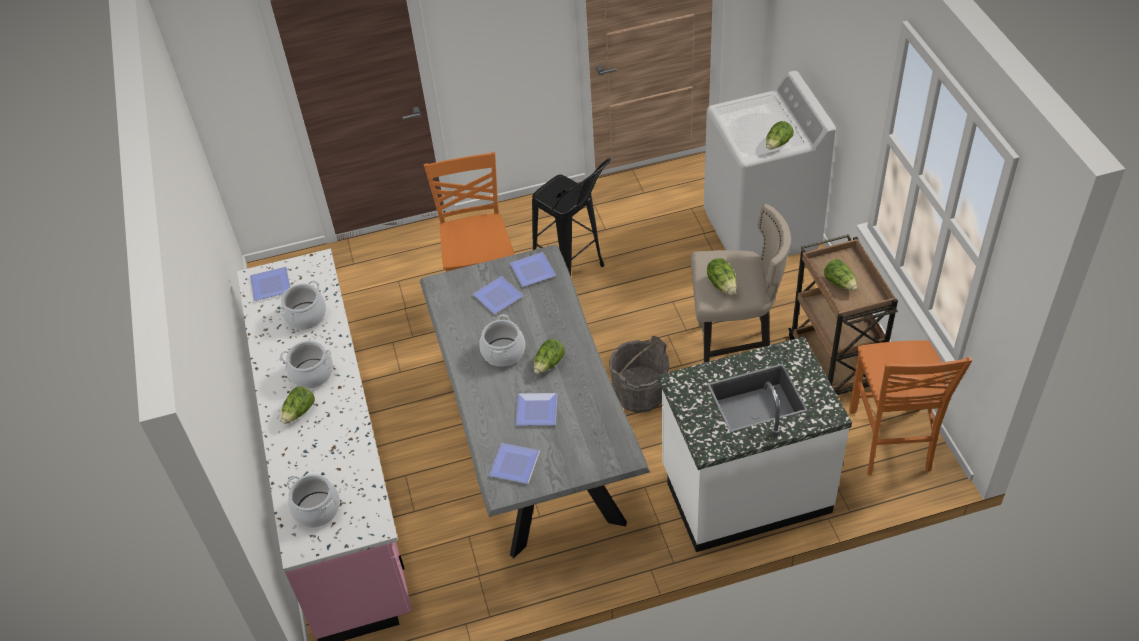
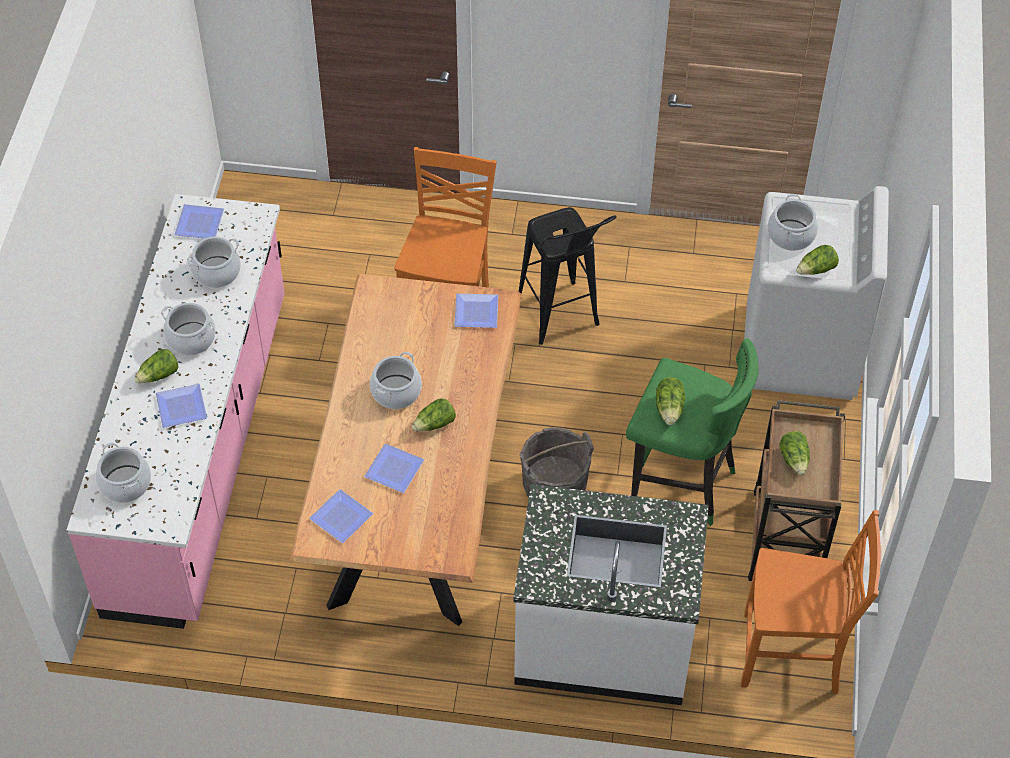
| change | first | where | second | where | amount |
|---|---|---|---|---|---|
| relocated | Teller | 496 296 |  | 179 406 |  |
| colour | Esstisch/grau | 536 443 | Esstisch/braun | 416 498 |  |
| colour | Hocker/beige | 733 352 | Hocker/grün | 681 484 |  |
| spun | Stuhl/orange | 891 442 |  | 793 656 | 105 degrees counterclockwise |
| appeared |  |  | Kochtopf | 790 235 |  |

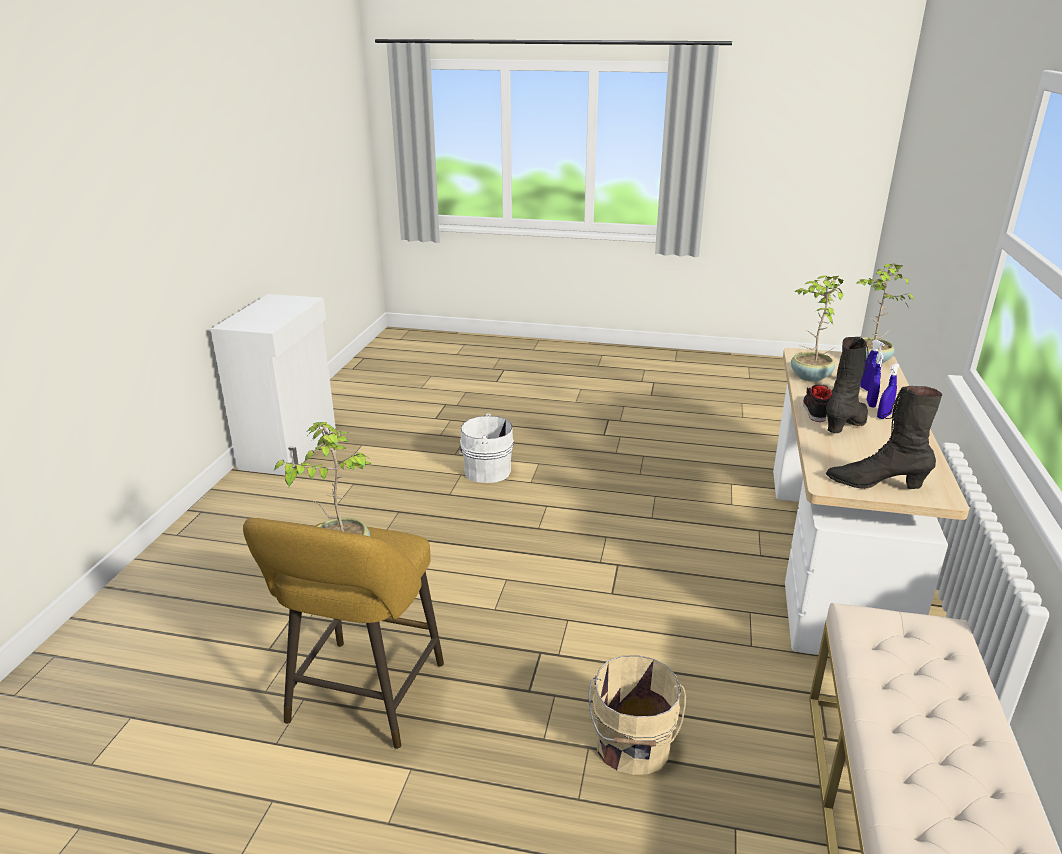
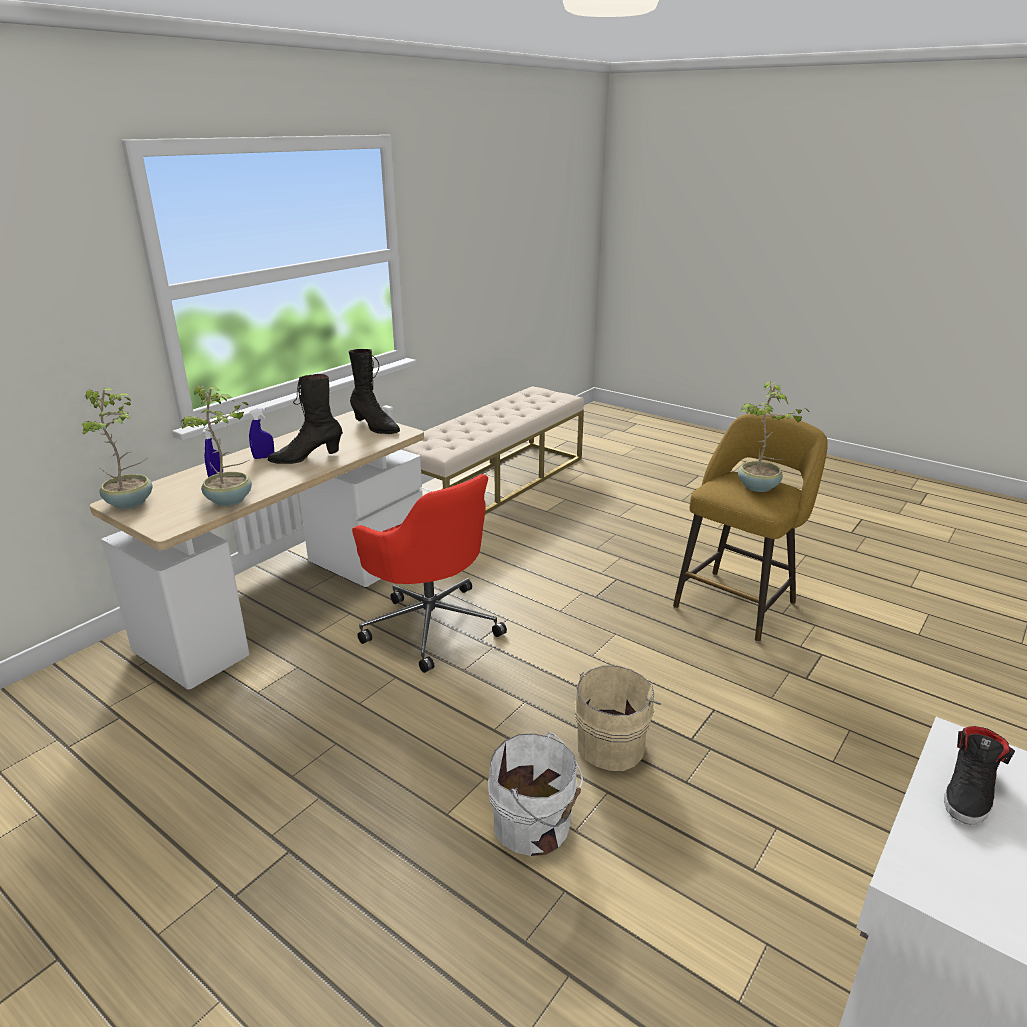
| change | first | where | second | where | amount |
|---|---|---|---|---|---|
| appeared |  |  | Bürostuhl/rot | 431 624 |  |
| relocated | Eimer/beige | 632 747 |  | 612 743 |  |
| relocated | Schuh/schwarz | 814 410 |  | 970 790 |  |
| missing | Sprühflasche/blau | 870 404 |  |  |  |

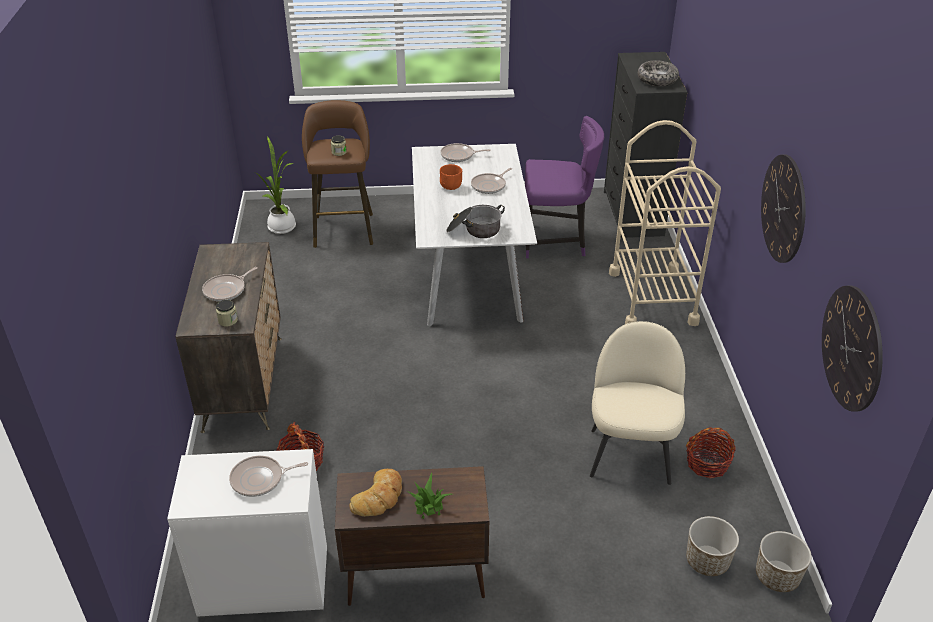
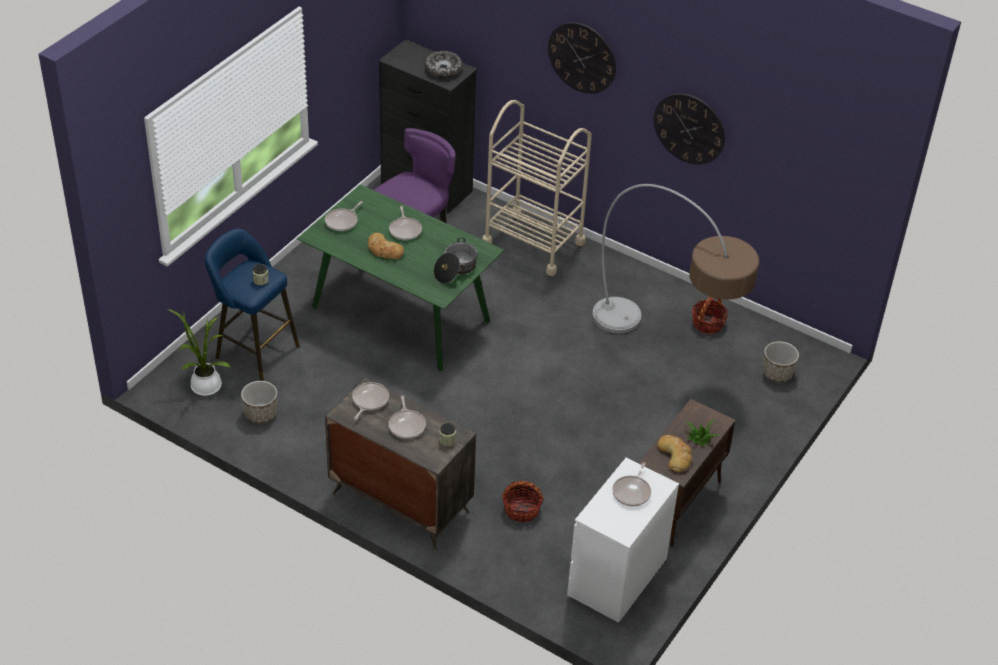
| change | first | where | second | where | amount |
|---|---|---|---|---|---|
| colour | Hocker/braun | 343 228 | Hocker/blau | 253 350 |  |
| relocated | Pflanzkübel | 777 576 |  | 261 414 |  |
| colour | Esstisch/weiß | 470 273 | Esstisch/grün | 402 313 |  |
| appeared |  |  | Pfanne | 369 400 |  |
| exchanged | Schüssel/orange | 451 187 | Brot | 384 250 |  |
| relocated | Wanduhr | 852 348 |  | 582 57 |  |
| exchanged | Stuhl/beige | 630 454 | Stehlampe | 668 350 |  |

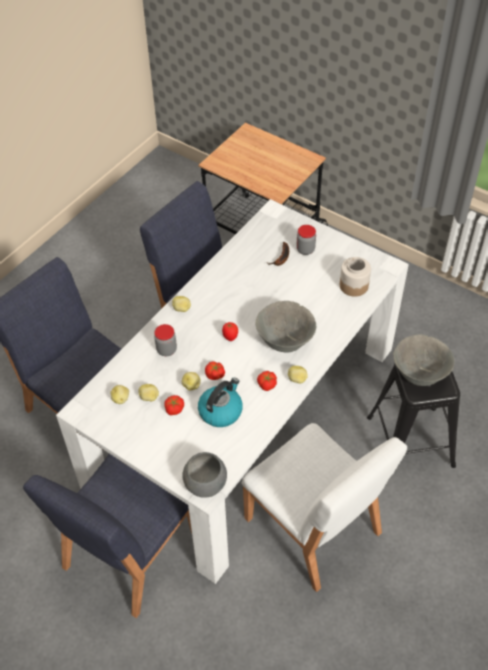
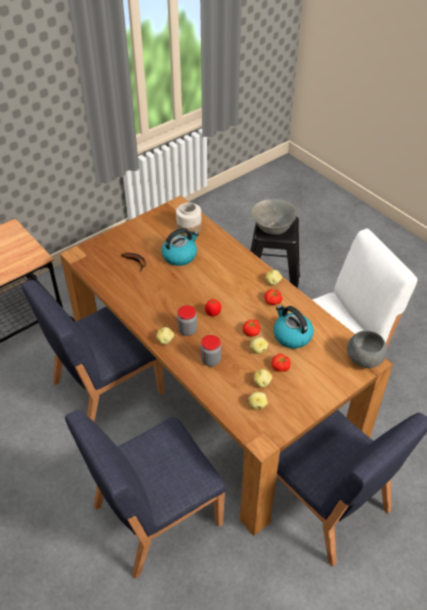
| change | first | where | second | where | amount |
|---|---|---|---|---|---|
| colour | Esstisch/weiß | 245 417 | Esstisch/braun | 213 386 |  |
| appeared |  |  | Wasserkessel | 180 255 |  |
| relocated | Vorratsglas | 305 250 |  | 187 330 |  |
| missing | Schüssel/grau | 285 341 |  |  |  |

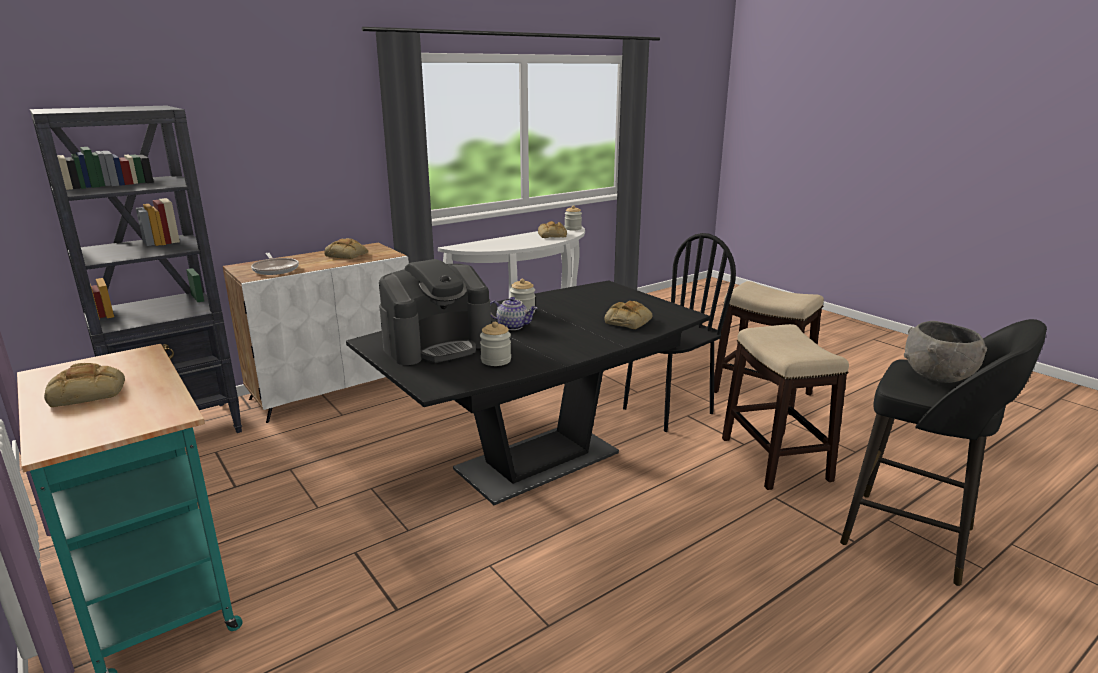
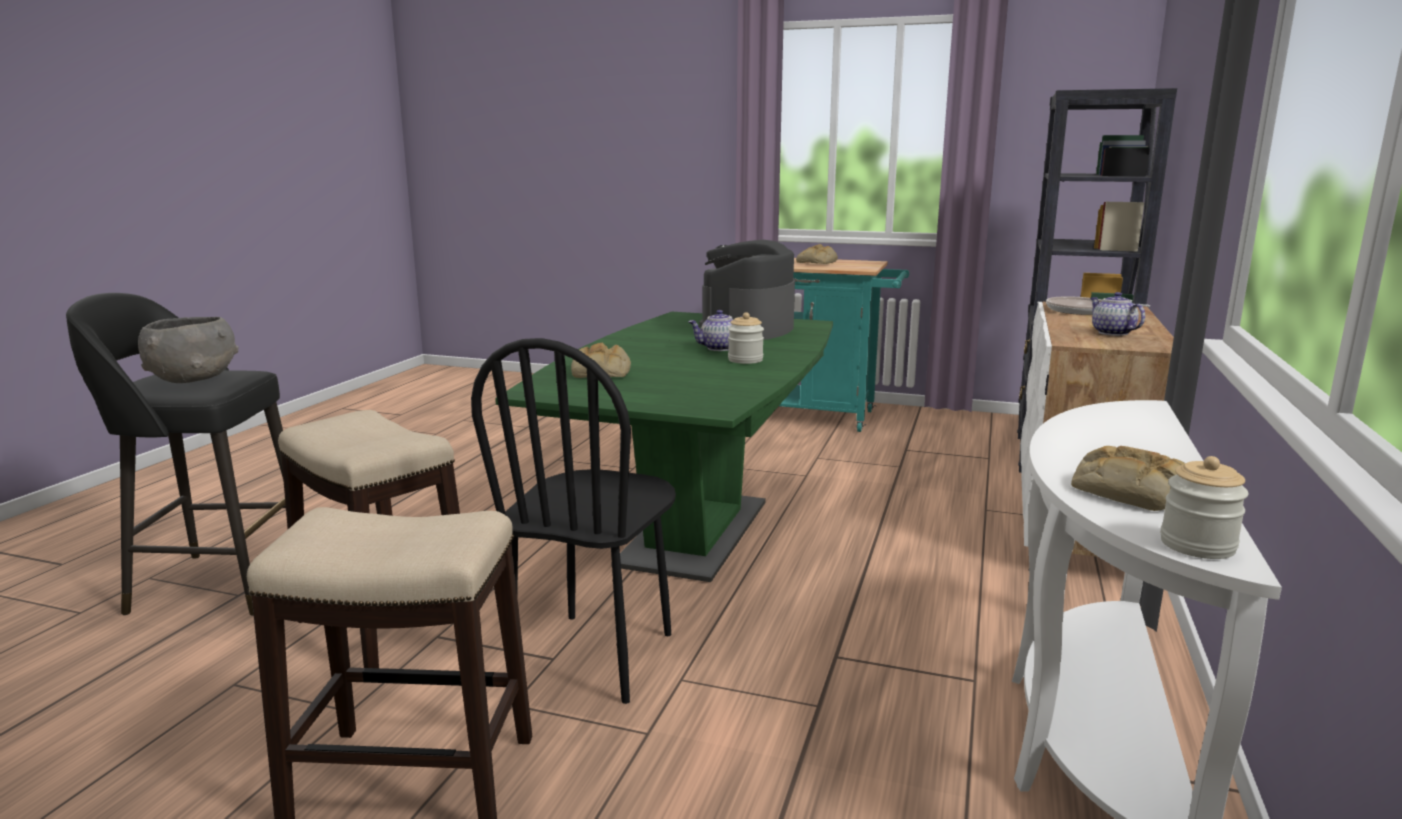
| change | first | where | second | where | amount |
|---|---|---|---|---|---|
| colour | Esstisch/schwarz | 537 461 | Esstisch/grün | 694 533 |  |
| exchanged | Brot | 347 255 | Teekanne | 1111 333 |  |
| missing | Vorratsglas | 496 360 |  |  |  |

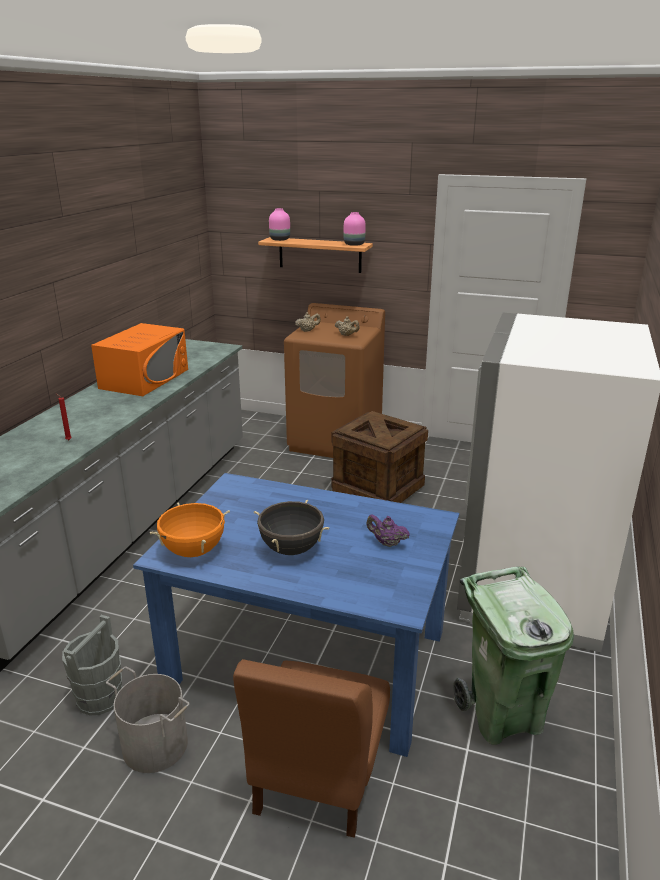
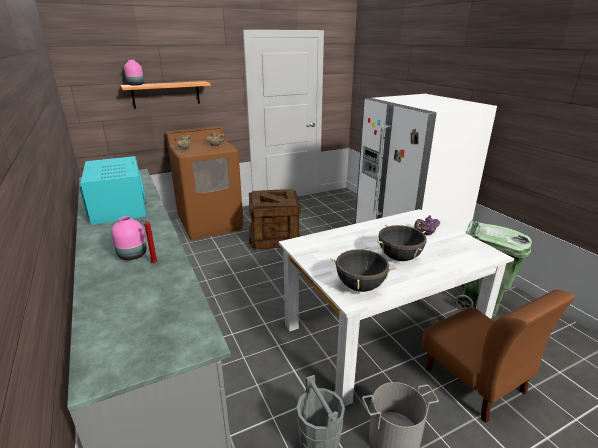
| change | first | where | second | where | amount |
|---|---|---|---|---|---|
| colour | Mikrowelle/orange | 145 378 | Mikrowelle/türkis | 119 206 |  |
| relocated | Vase/rosa | 354 244 |  | 133 255 |  |
| colour | Esstisch/blau | 306 658 | Esstisch/weiß | 381 335 |  |
| colour | Kochtopf/orange | 194 551 | Kochtopf/schwarz | 360 286 |  |

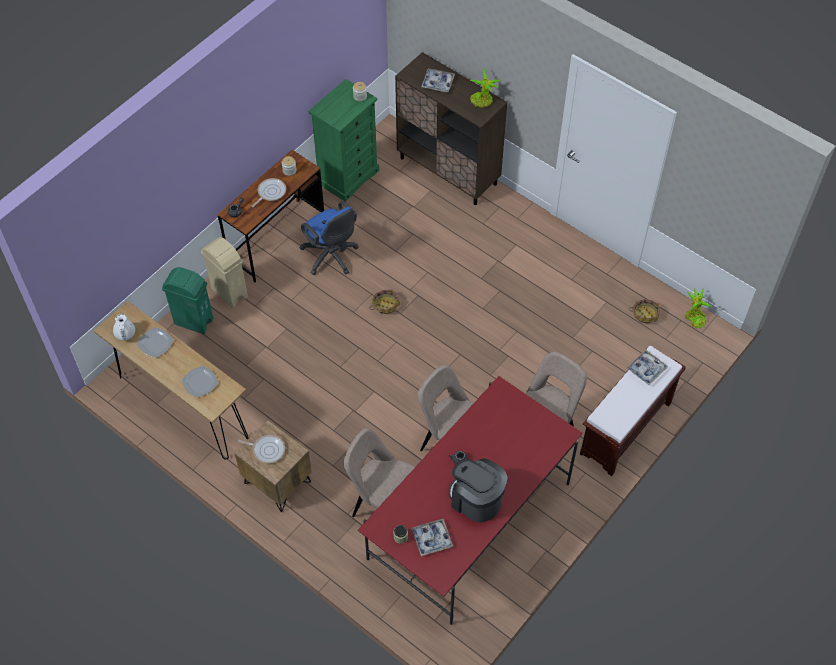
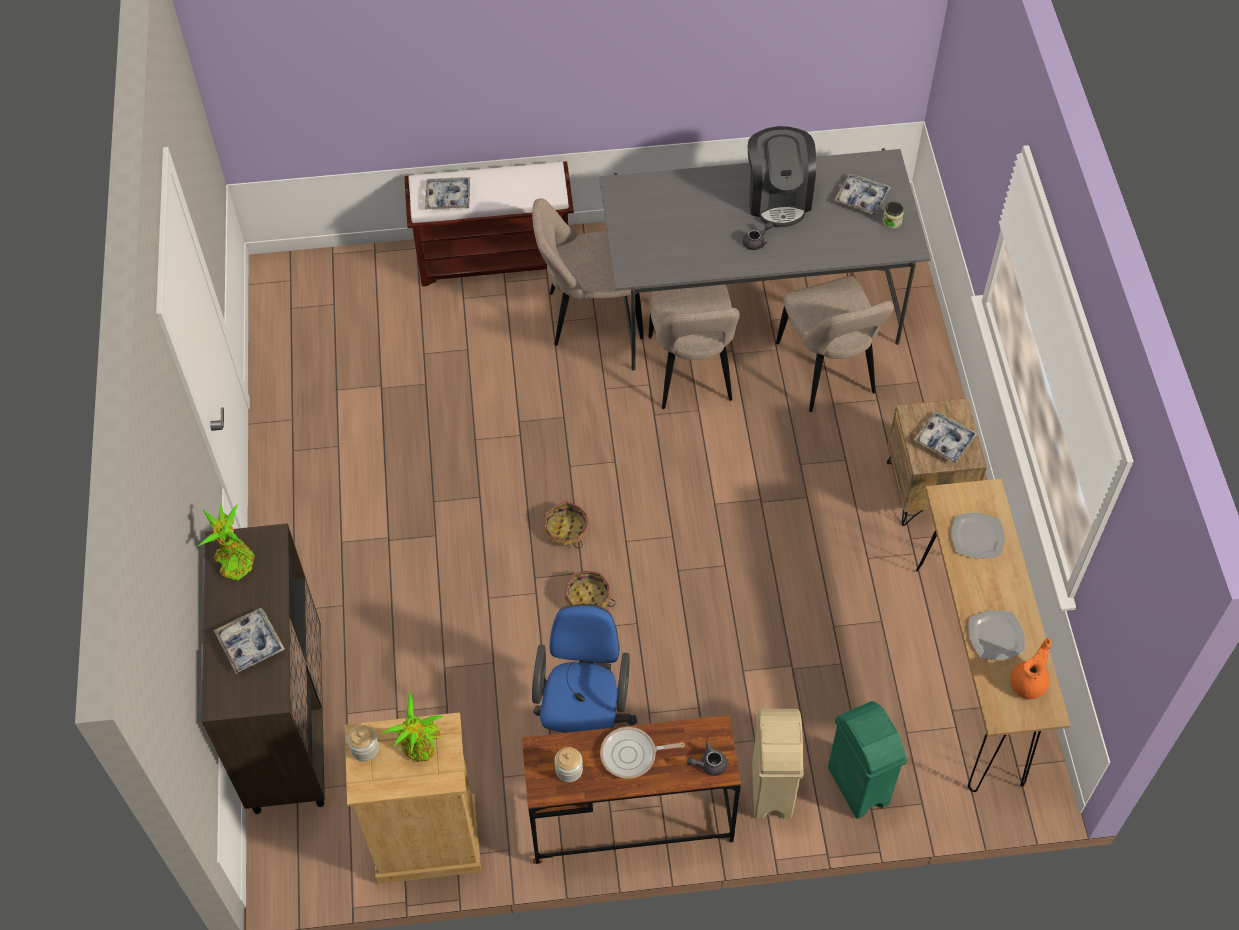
| change | first | where | second | where | amount |
|---|---|---|---|---|---|
| colour | Kommode/grün | 347 176 | Kommode/beige | 426 841 |  |
| relocated | Topfpflanze | 694 318 |  | 420 745 |  |
| relocated | Korb | 645 314 |  | 566 530 |  |
| colour | Esstisch/rot | 469 520 | Esstisch/grau | 754 299 |  |
| exchanged | Pfanne | 267 450 | Tablett | 944 441 |  |
| colour | Teekanne/weiß | 125 334 | Teekanne/orange | 1029 682 |  |

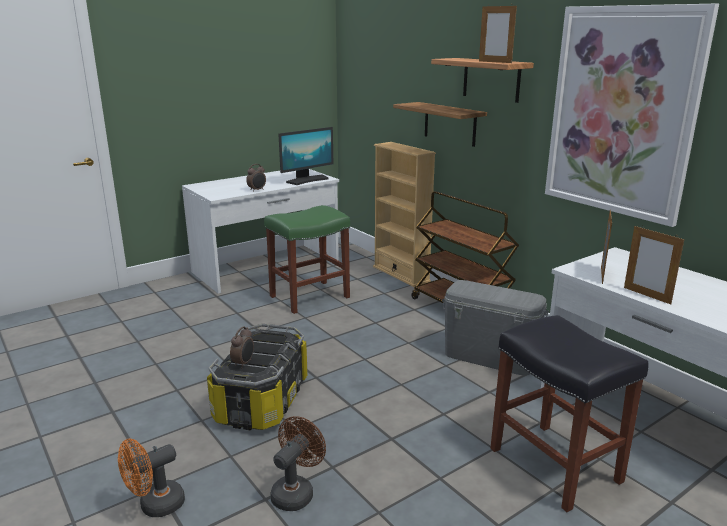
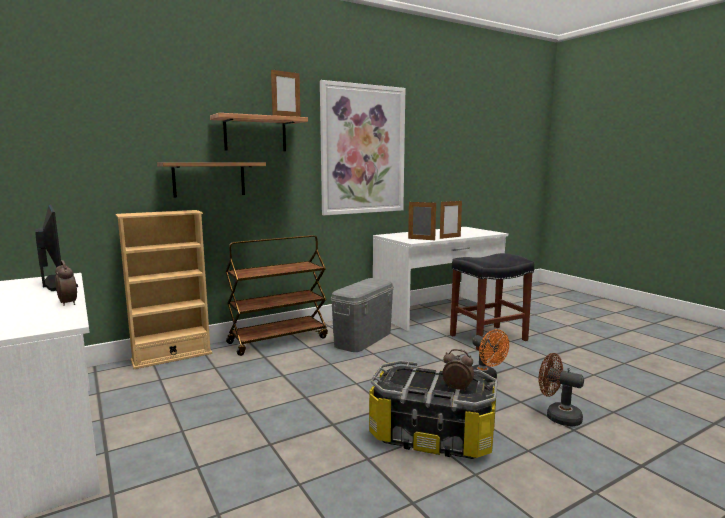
| change | first | where | second | where | amount |
|---|---|---|---|---|---|
| relocated | Ventilator/orange | 155 506 |  | 486 379 |  |
| missing | Hocker/grün | 309 297 |  |  |  |

